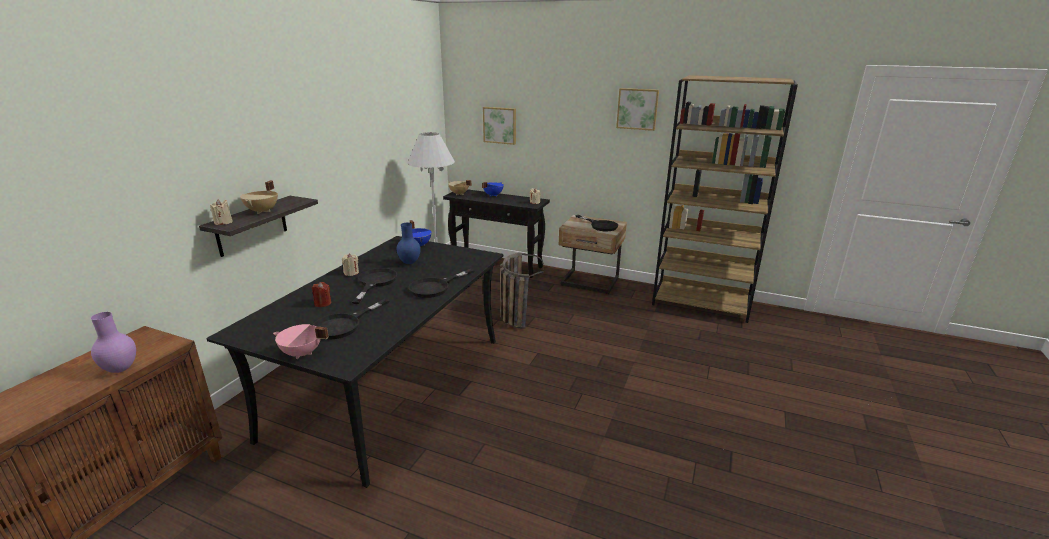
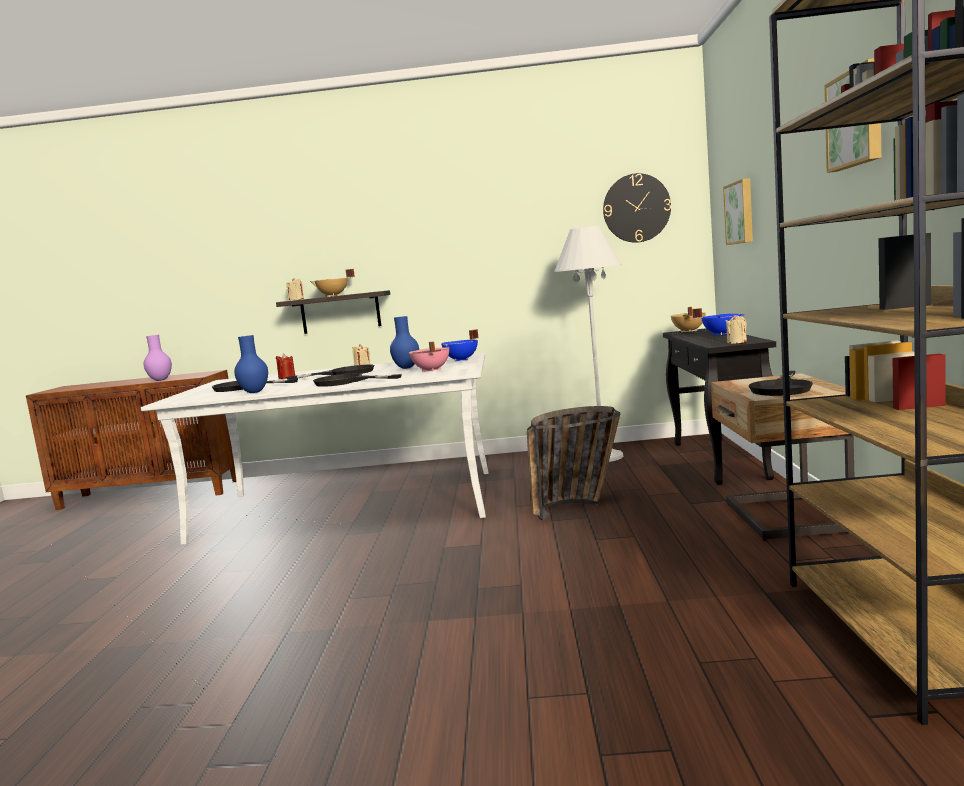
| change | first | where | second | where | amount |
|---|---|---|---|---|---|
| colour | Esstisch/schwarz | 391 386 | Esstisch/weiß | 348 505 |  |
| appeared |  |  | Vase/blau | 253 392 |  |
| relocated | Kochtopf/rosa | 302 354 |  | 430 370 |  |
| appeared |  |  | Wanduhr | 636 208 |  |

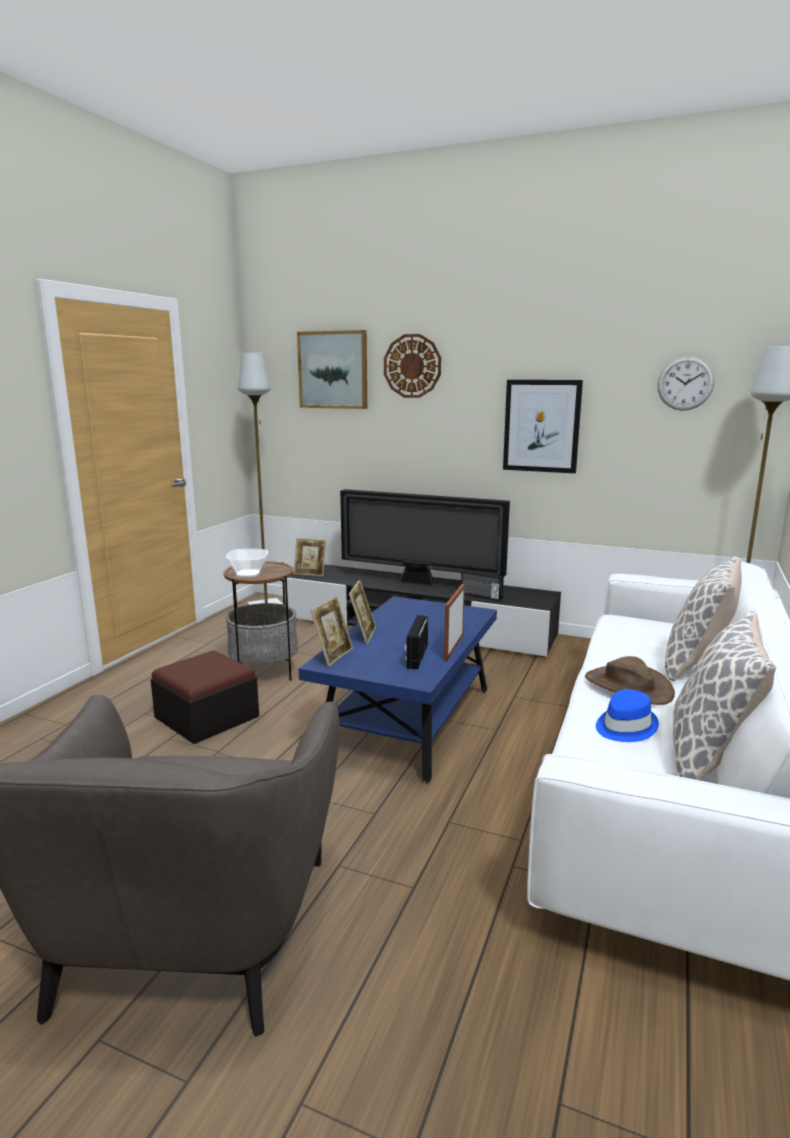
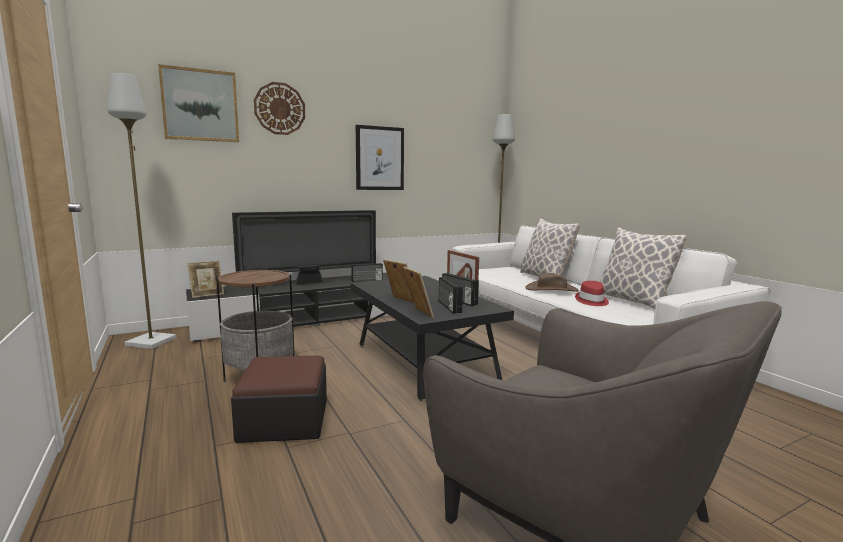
| change | first | where | second | where | amount |
|---|---|---|---|---|---|
| colour | Couchtisch/blau | 408 721 | Couchtisch/schwarz | 423 362 |  |
| appeared |  |  | Radio | 448 307 |  |
| colour | Hut/blau | 624 727 | Hut/rot | 591 301 |  |
| missing | Schüssel | 249 573 |  |  |  |
| missing | Wanduhr | 685 383 |  |  |  |

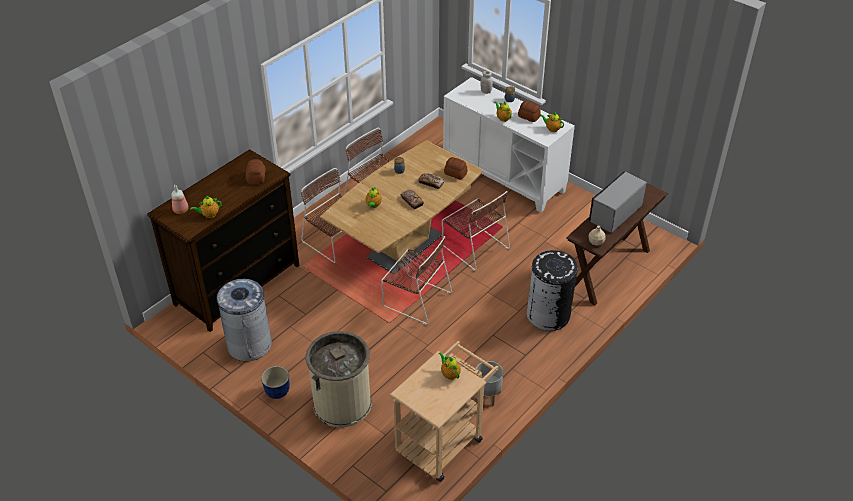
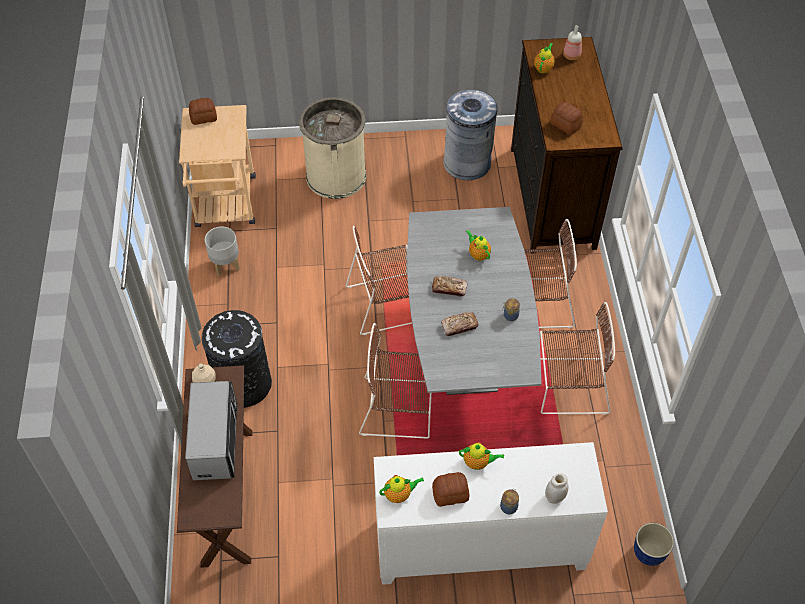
| change | first | where | second | where | amount |
|---|---|---|---|---|---|
| relocated | Brot | 455 173 |  | 204 118 |  |
| colour | Esstisch/braun | 405 246 | Esstisch/grau | 466 350 |  |
| relocated | Pflanzkübel | 277 392 |  | 648 552 |  |
| missing | Teekanne | 449 374 |  |  |  |

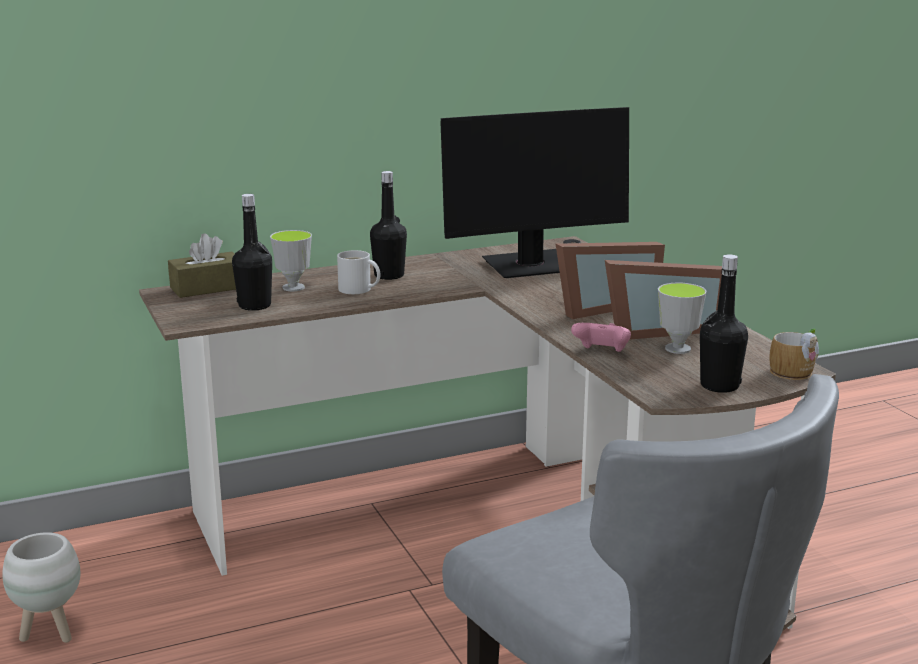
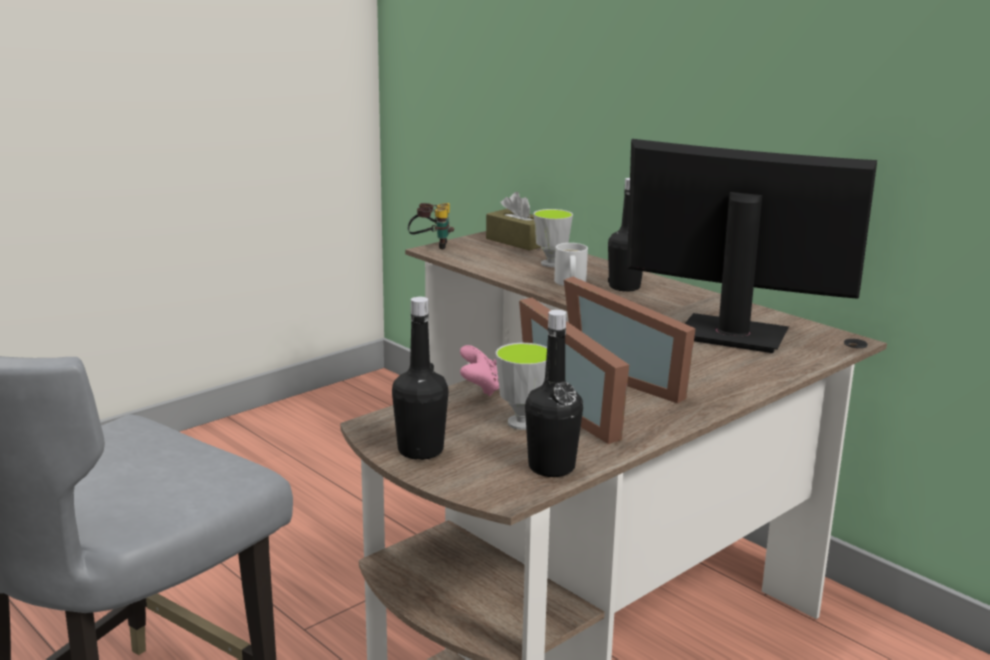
| change | first | where | second | where | amount |
|---|---|---|---|---|---|
| appeared |  |  | Fernglas | 431 246 |  |
| relocated | Flasche/schwarz | 255 306 |  | 551 467 |  |
| spun | Monitor | 531 266 |  | 732 334 | 150 degrees clockwise |
| missing | Pflanzkübel/weiß | 50 633 |  |  |  |
| missing | Henkelbecher | 796 371 |  |  |  |

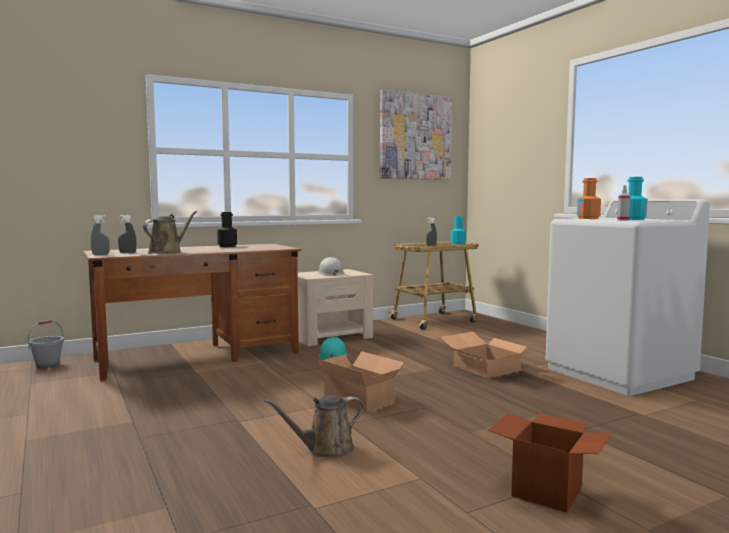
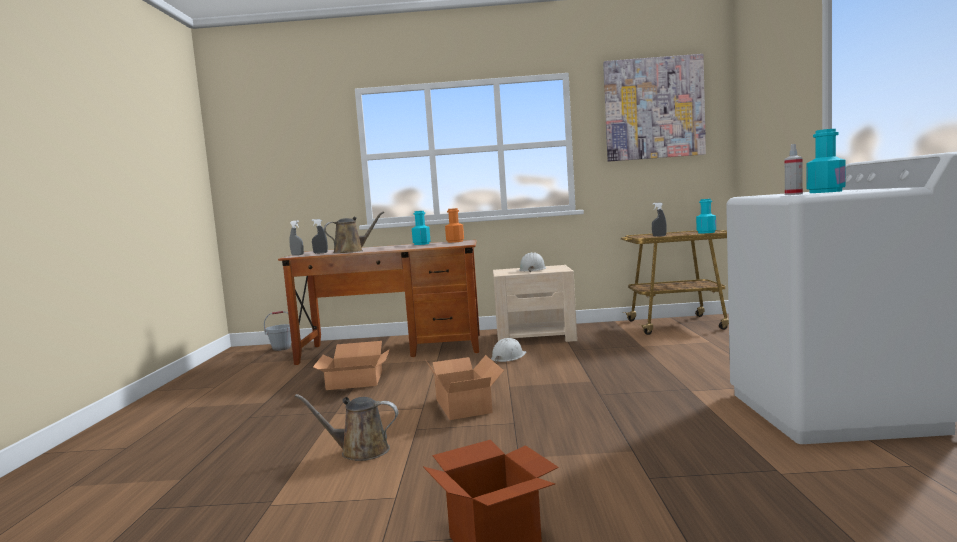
| change | first | where | second | where | amount |
|---|---|---|---|---|---|
| relocated | Karton | 485 368 |  | 354 380 |  |
| colour | Flasche/schwarz | 227 246 | Flasche/türkis | 421 244 |  |
| relocated | Flasche/orange | 588 218 |  | 455 241 |  |
| colour | Schutzhelm/türkis | 333 355 | Schutzhelm/weiß | 508 357 |  |

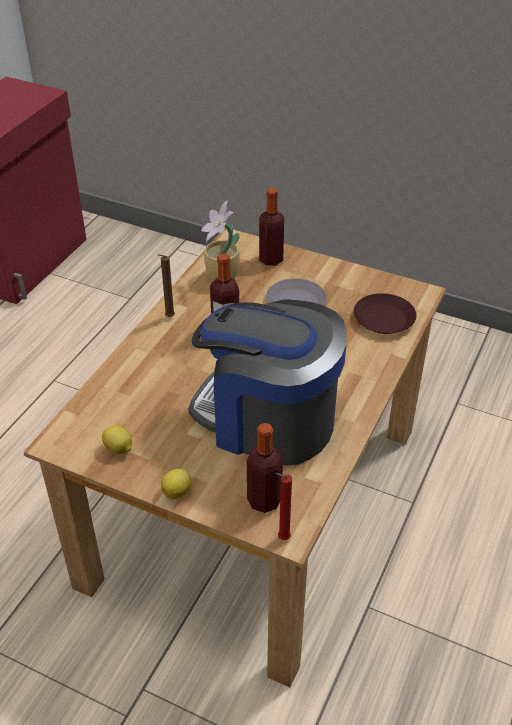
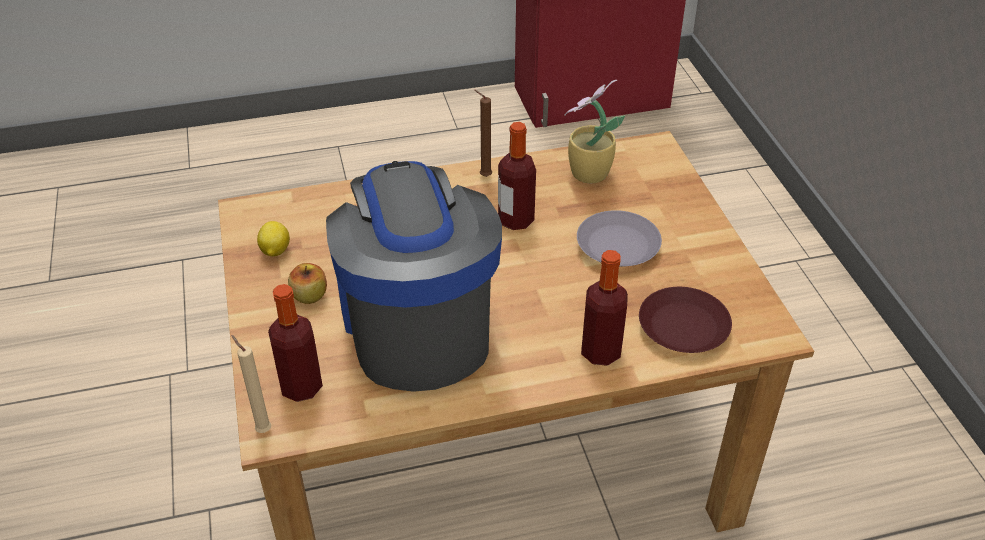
| change | first | where | second | where | amount |
|---|---|---|---|---|---|
| colour | Kerze/rot | 282 538 | Kerze/beige | 262 429 |  |
| appeared |  |  | Apfel | 309 296 |  |
| relocated | Flasche | 271 259 |  | 600 352 |  |
| missing | Zitrone | 177 492 |  |  |  |

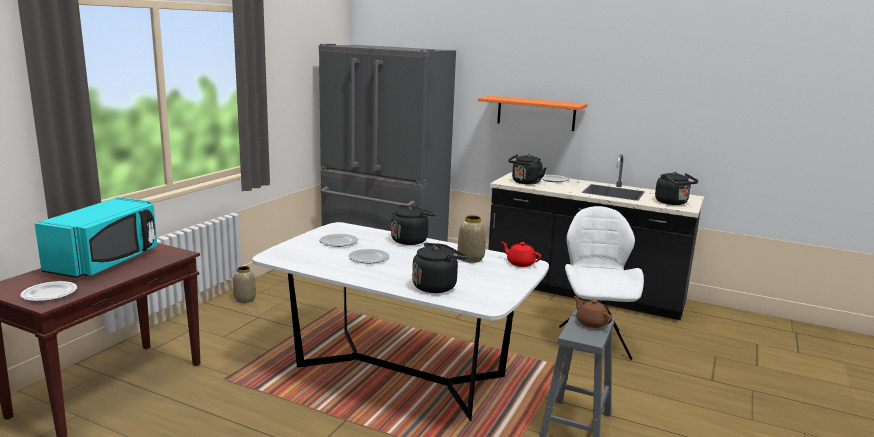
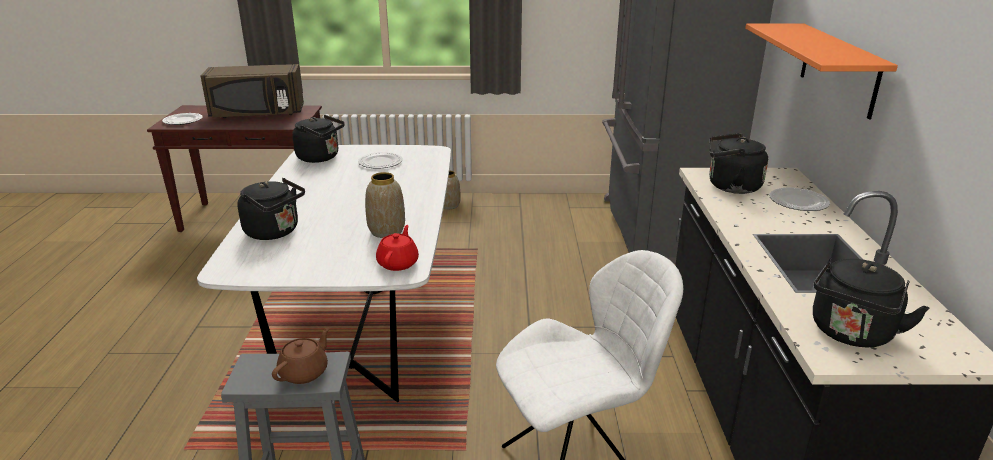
| change | first | where | second | where | amount |
|---|---|---|---|---|---|
| colour | Mikrowelle/türkis | 106 261 | Mikrowelle/braun | 257 114 |  |
| relocated | Wasserkessel/schwarz | 411 240 |  | 321 158 |  |
| missing | Teller | 369 258 |  |  |  |

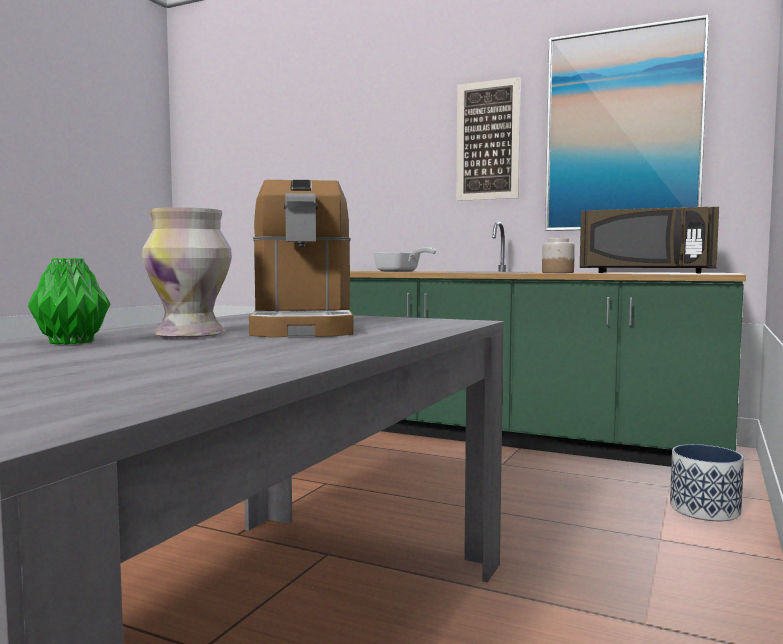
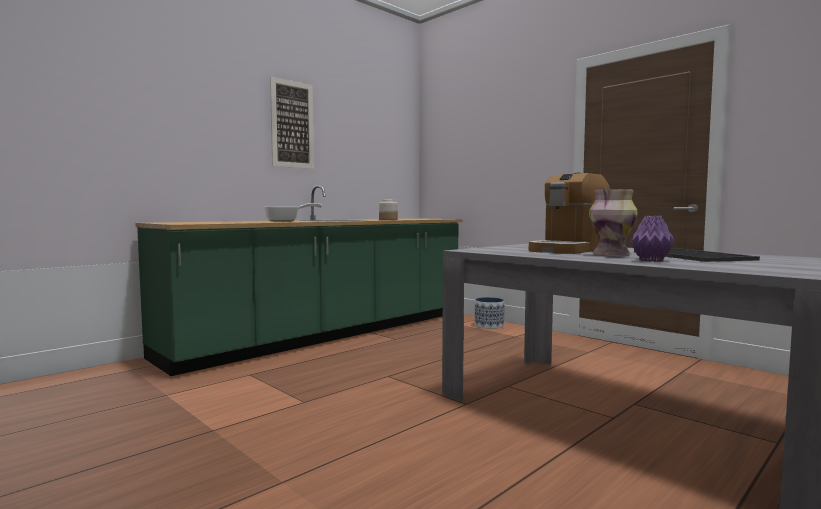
| change | first | where | second | where | amount |
|---|---|---|---|---|---|
| spun | Kaffeemaschine | 303 327 |  | 569 250 | 120 degrees clockwise |
| colour | Vase/grün | 71 342 | Vase/lila | 652 260 |  |
| appeared |  |  | Tablett | 693 256 |  |
| missing | Bild | 622 130 |  |  |  |
| missing | Mikrowelle/braun | 646 273 |  |  |  |

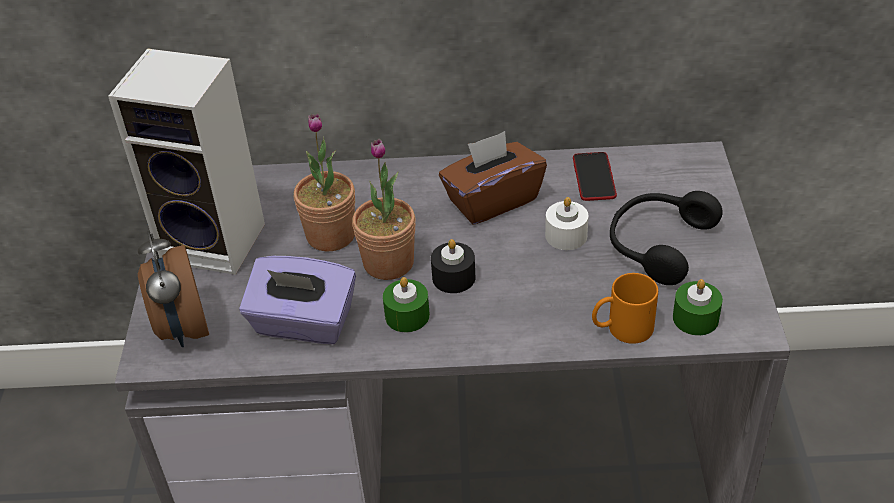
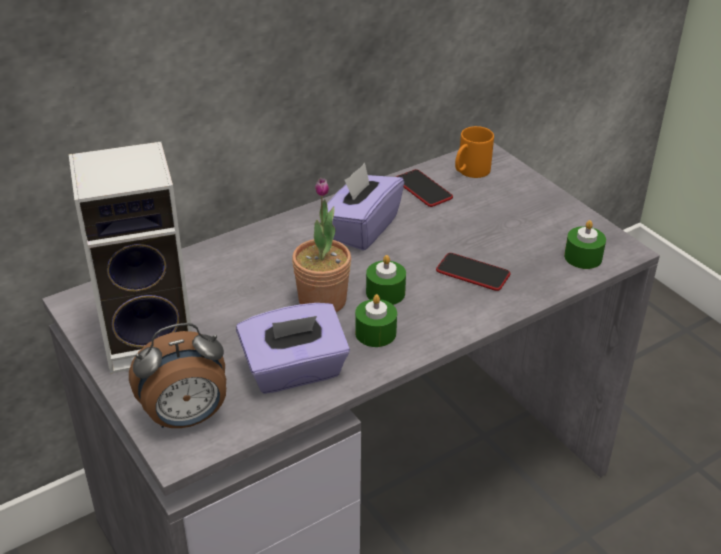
| change | first | where | second | where | amount |
|---|---|---|---|---|---|
| spun | Wecker | 181 329 |  | 186 418 | 60 degrees counterclockwise |
| colour | Taschentuchbox/braun | 492 200 | Taschentuchbox/lila | 361 228 |  |
| colour | Kerze/schwarz | 453 277 | Kerze/grün | 385 293 |  |
| appeared |  |  | Handy | 473 273 |  |
| relocated | Henkelbecher/orange | 622 329 |  | 470 172 |  |
| missing | Topfpflanze | 331 235 |  |  |  |
| missing | Kerze/weiß | 566 235 |  |  |  |
| missing | Kopfhörer/schwarz | 657 244 |  |  |  |

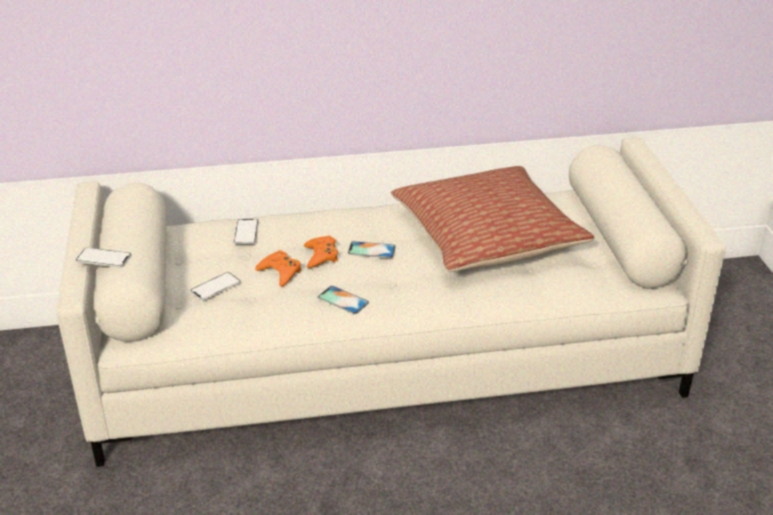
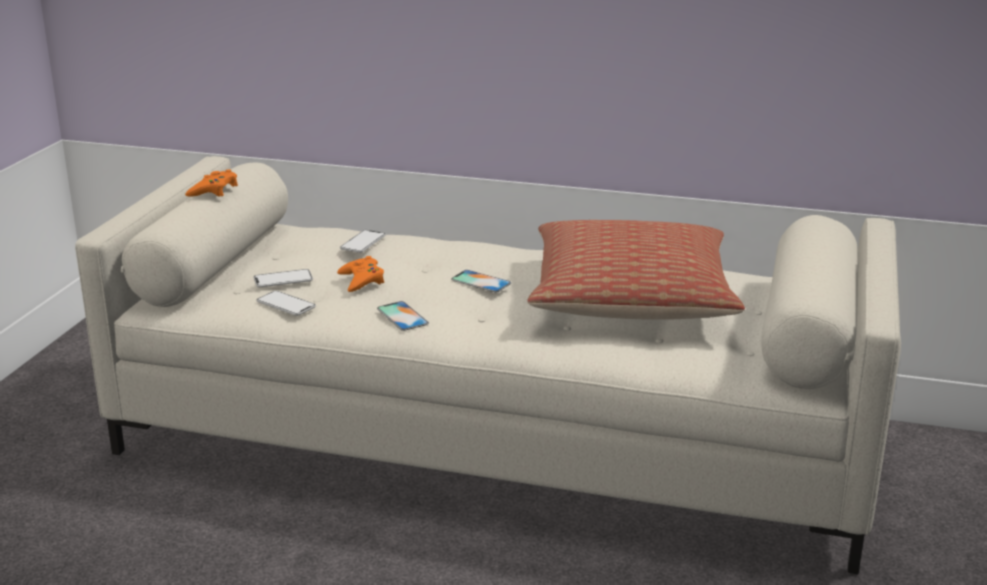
| change | first | where | second | where | amount |
|---|---|---|---|---|---|
| relocated | Gamepad/orange | 321 255 |  | 214 190 |  |
| relocated | Handy | 103 259 |  | 286 304 |  |

